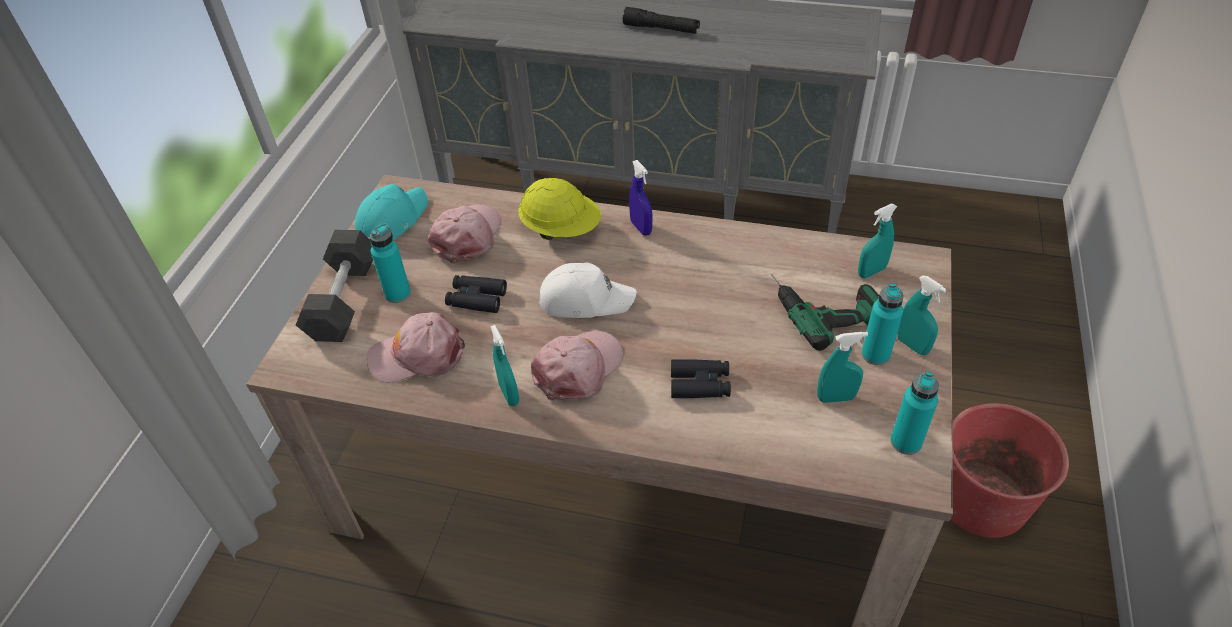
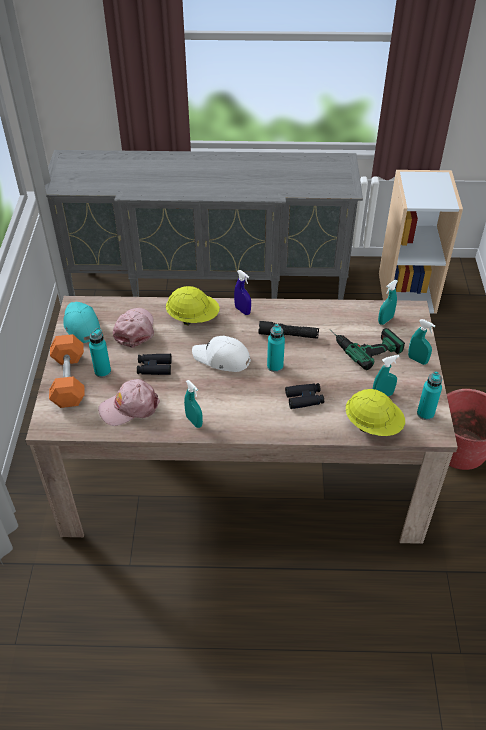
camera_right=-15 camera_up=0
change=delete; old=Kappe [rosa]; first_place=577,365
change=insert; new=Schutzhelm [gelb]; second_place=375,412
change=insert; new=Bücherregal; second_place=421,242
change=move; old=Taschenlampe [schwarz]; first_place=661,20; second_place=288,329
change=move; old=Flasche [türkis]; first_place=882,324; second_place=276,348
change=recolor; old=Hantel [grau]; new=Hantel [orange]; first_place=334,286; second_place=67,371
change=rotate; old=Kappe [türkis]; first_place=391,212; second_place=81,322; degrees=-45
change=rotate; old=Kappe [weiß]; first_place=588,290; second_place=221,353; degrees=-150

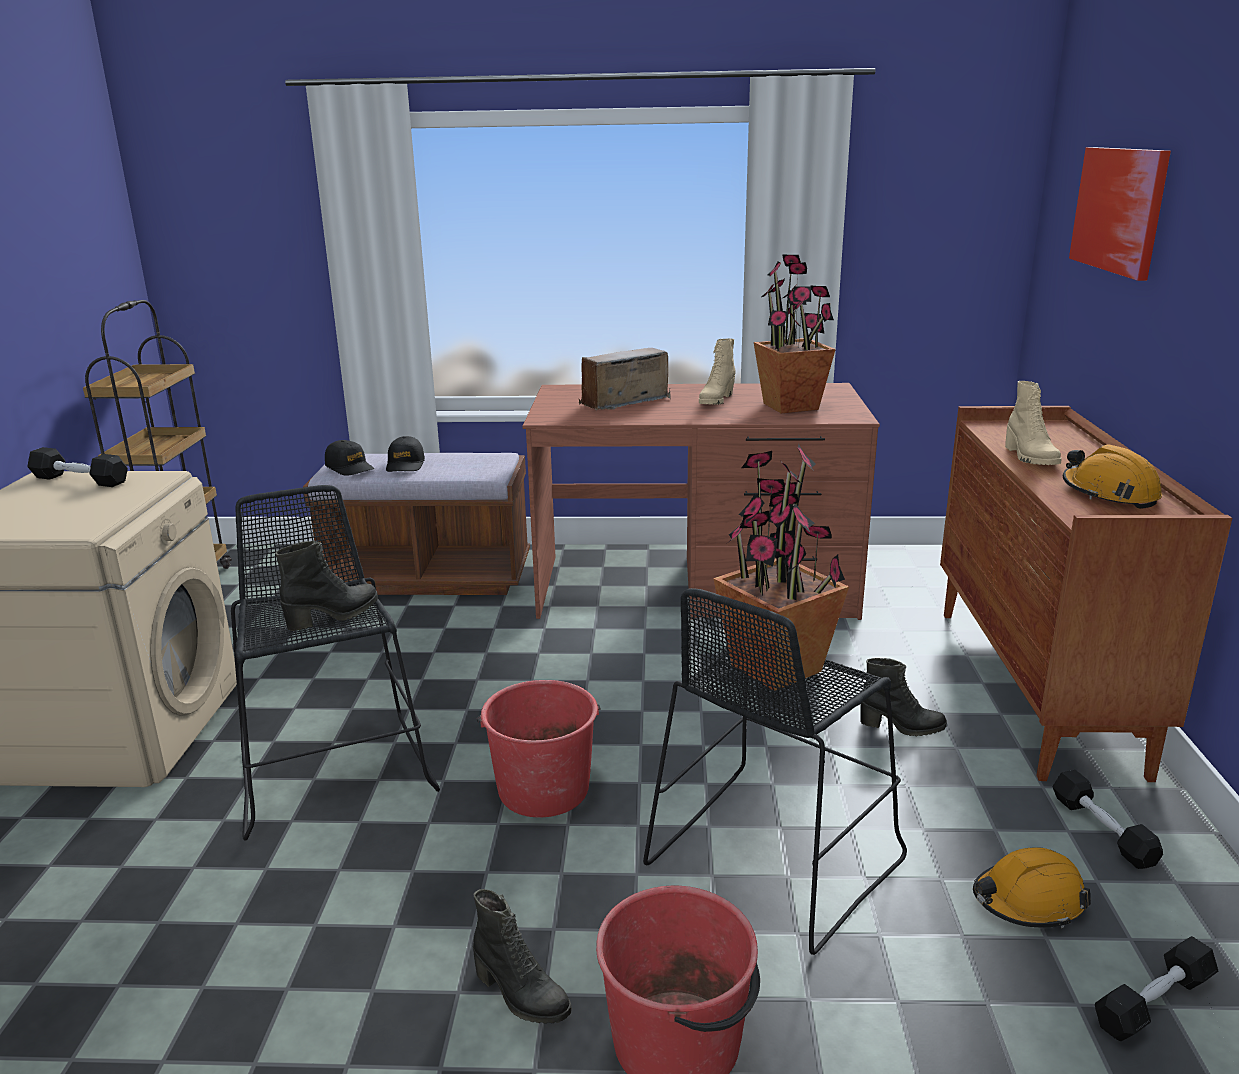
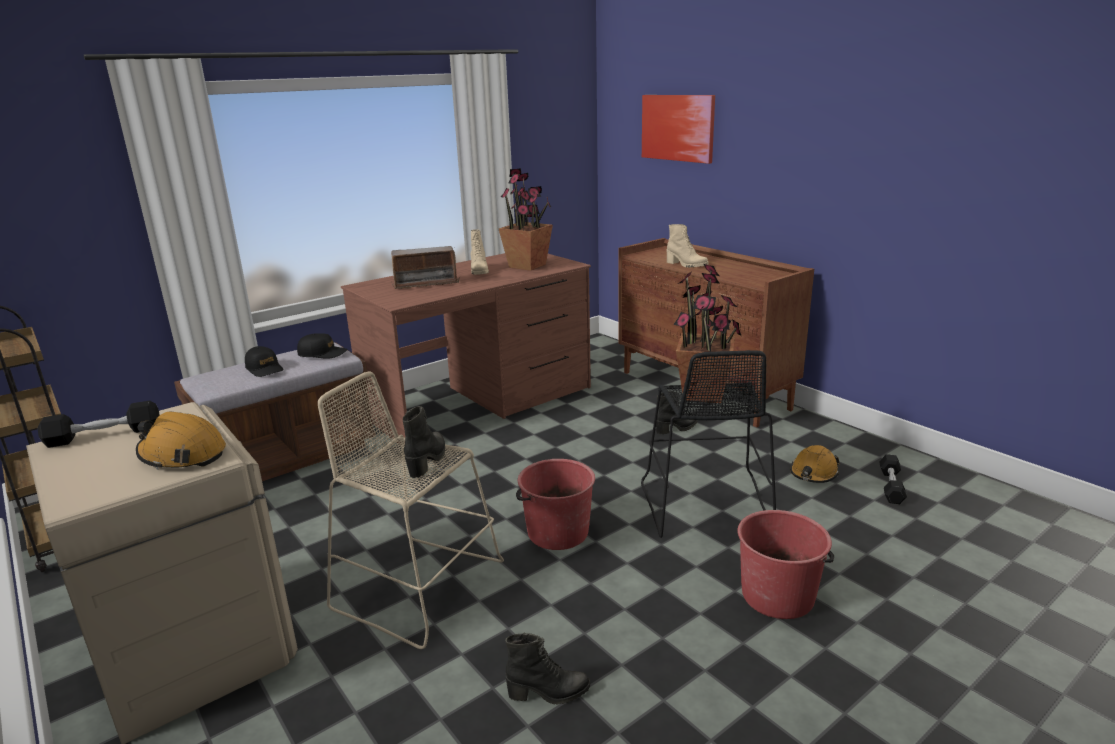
camera_right=-40 camera_up=0
change=delete; old=Hantel [schwarz]; first_place=1107,819
change=move; old=Kappe [schwarz]; first_place=349,458; second_place=322,346
change=move; old=Stiefel [schwarz]; first_place=522,956; second_place=547,669
change=move; old=Schutzhelm [orange]; first_place=1112,476; second_place=181,441
change=recolor; old=Hocker [schwarz]; new=Hocker [beige]; first_place=335,663; second_place=411,510
change=rotate; old=Radio; first_place=624,379; second_place=425,267; degrees=-120

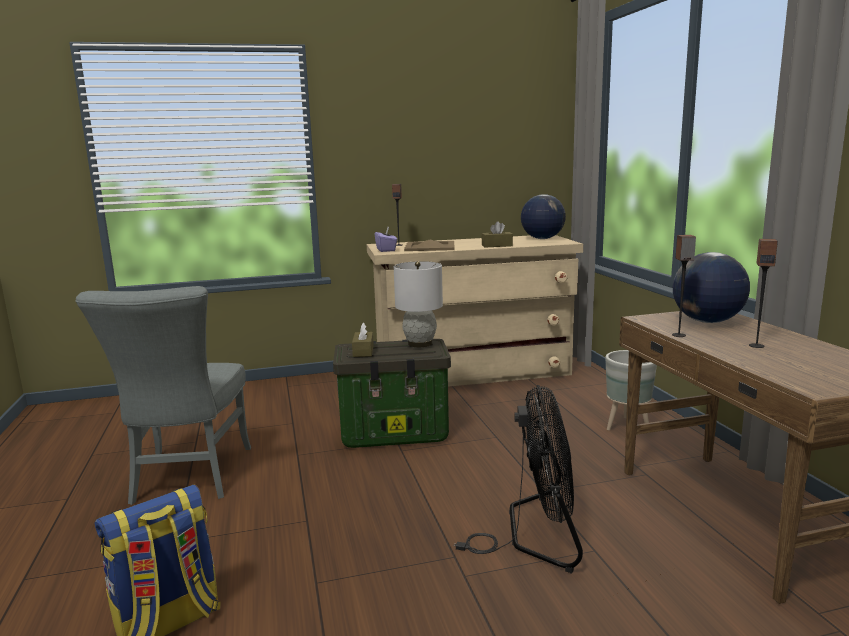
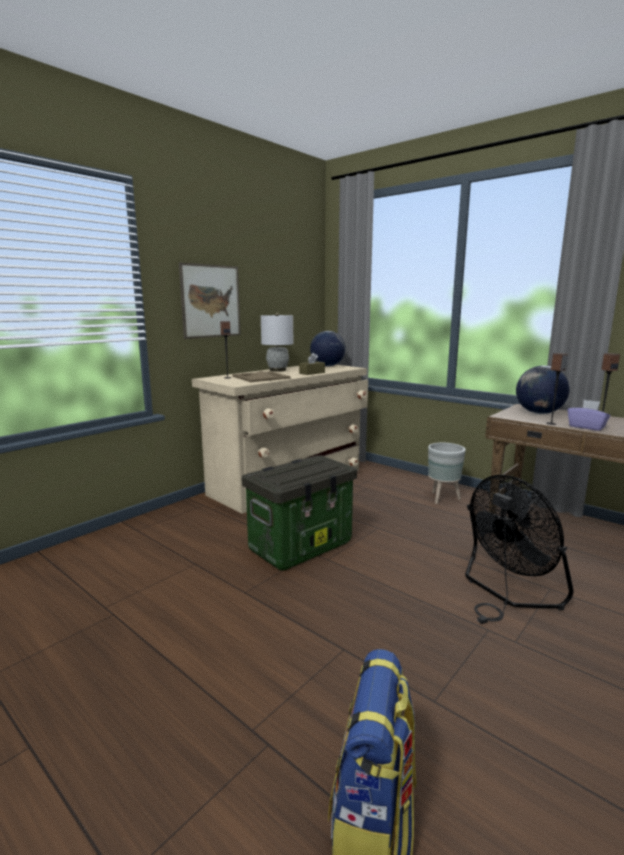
camera_right=-35 camera_up=0
change=delete; old=Stuhl [grau]; first_place=163,395
change=delete; old=Taschentuchbox [braun]; first_place=363,339
change=insert; new=Bild; second_place=210,300
change=move; old=Taschentuchbox [lila]; first_place=385,239; second_place=588,415
change=move; old=Tischlampe [weiß]; first_place=418,304; second_place=277,342

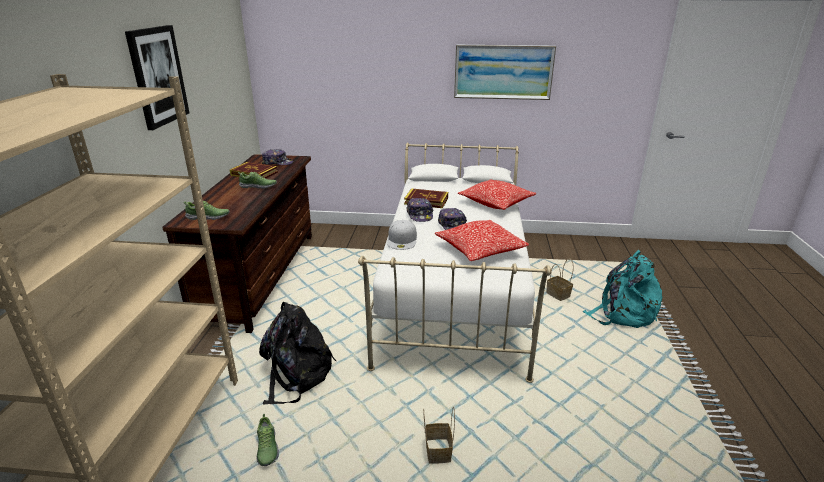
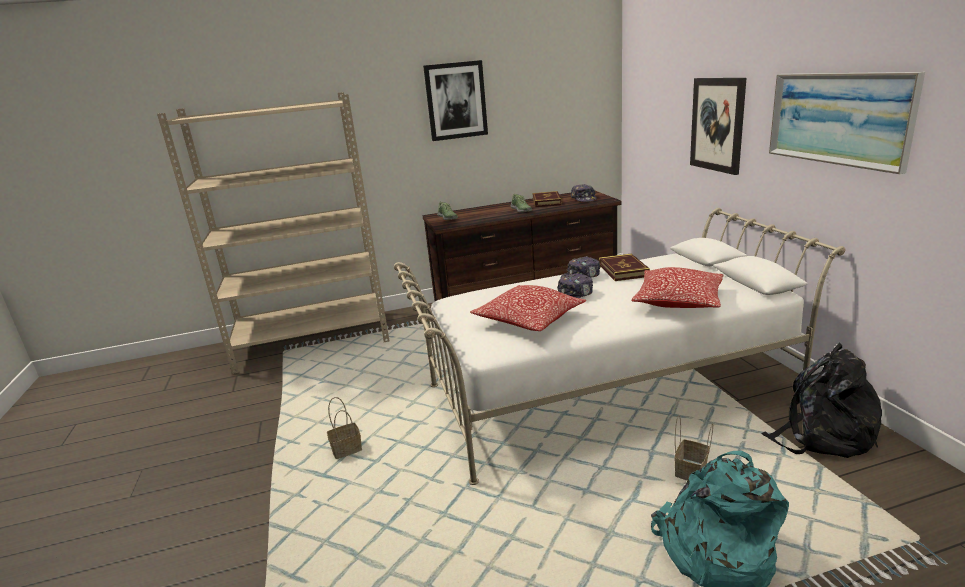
camera_right=70 camera_up=-5
change=delete; old=Schuh; first_place=268,440
change=delete; old=Kappe [weiß]; first_place=402,235
change=insert; new=Bild; second_place=718,126
change=move; old=Rucksack [schwarz]; first_place=297,353; second_place=821,400

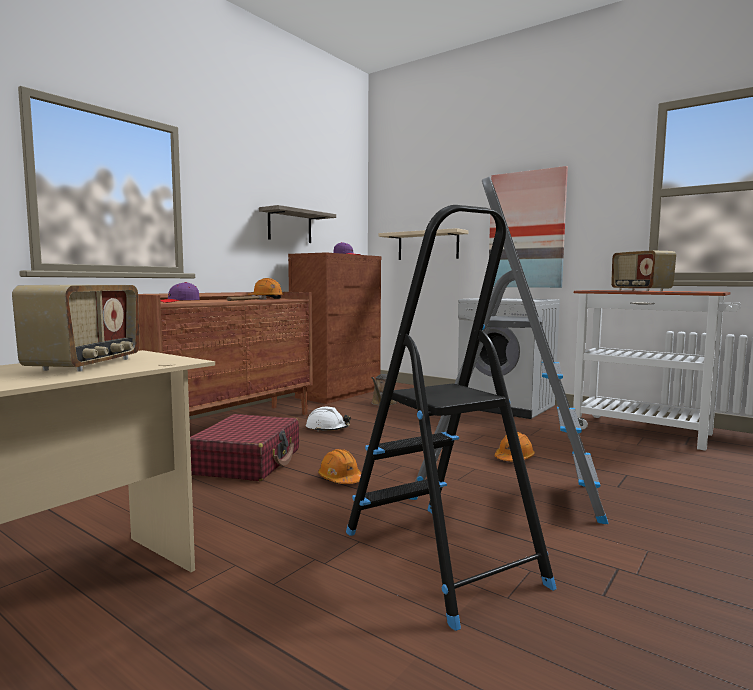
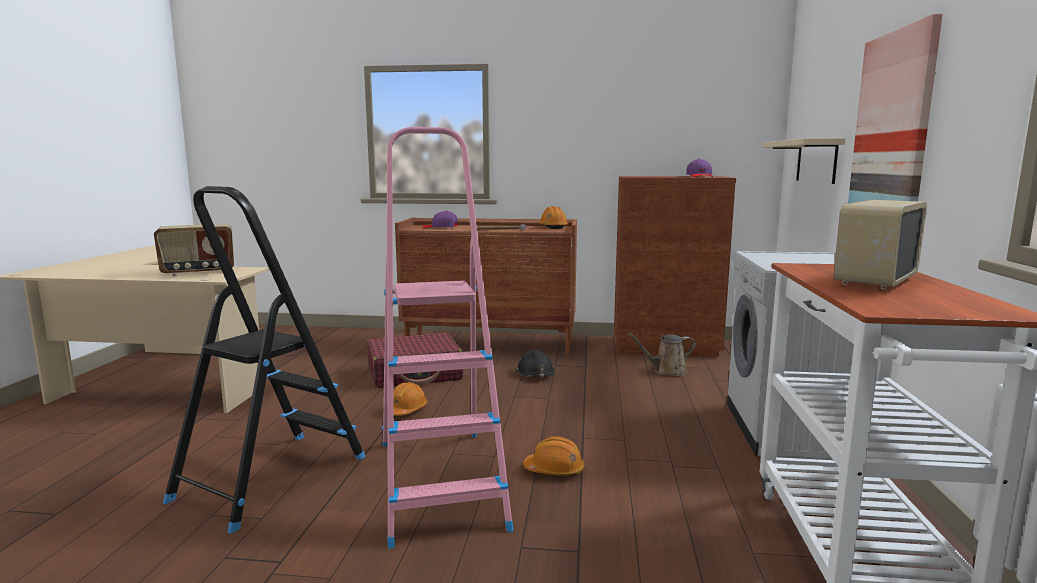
camera_right=60 camera_up=5
change=delete; old=Wandregal; first_place=297,224
change=recolor; old=Schutzhelm [weiß]; new=Schutzhelm [schwarz]; first_place=328,419; second_place=535,363
change=recolor; old=Trittleiter [grau]; new=Trittleiter [rosa]; first_place=509,350; second_place=447,338

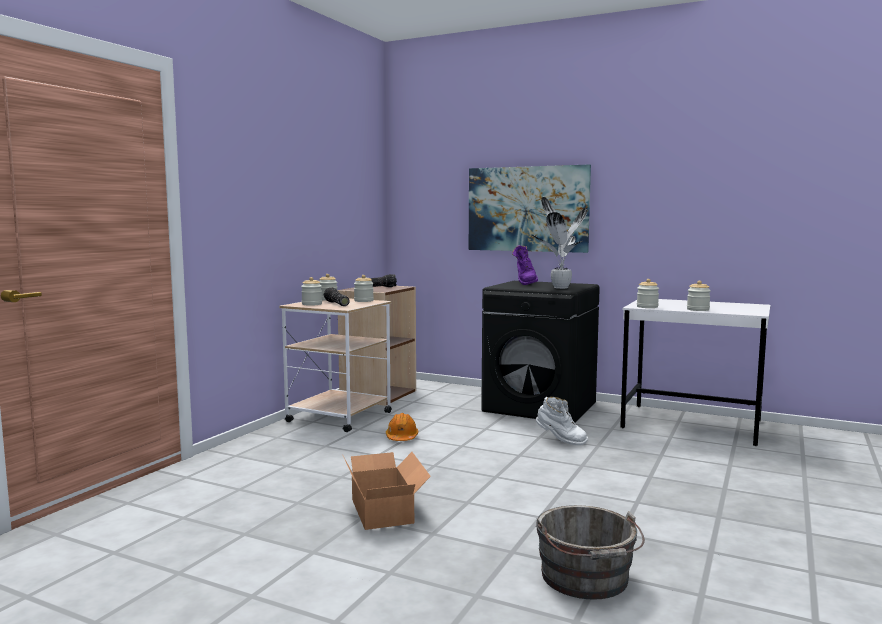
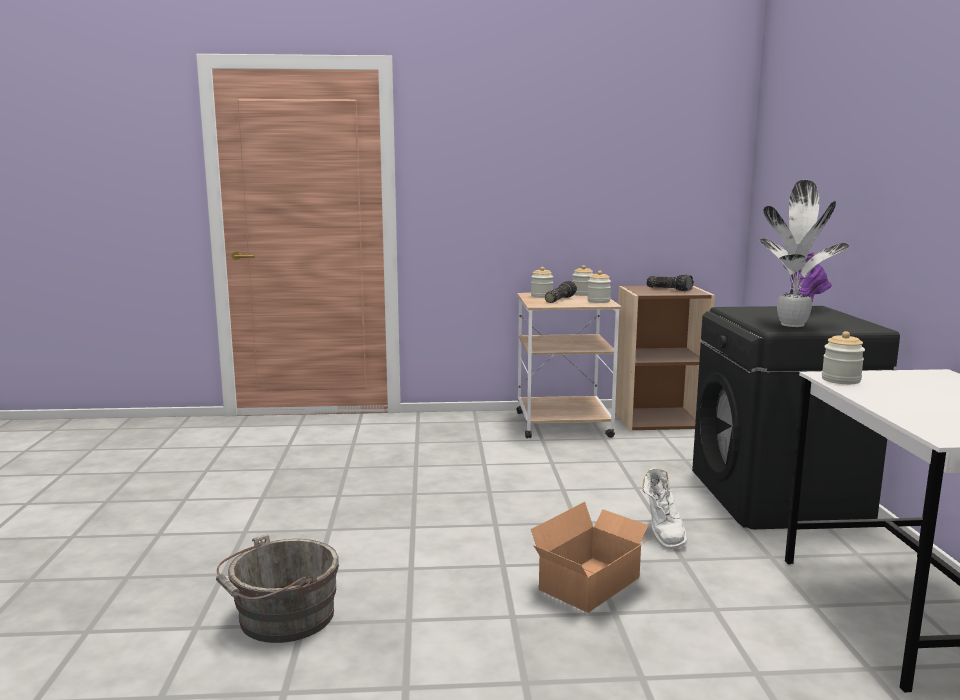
camera_right=60 camera_up=5
change=delete; old=Schutzhelm [orange]; first_place=402,427
change=delete; old=Bild; first_place=530,208
change=delete; old=Vorratsglas; first_place=699,296
change=move; old=Karton; first_place=386,491; second_place=595,557

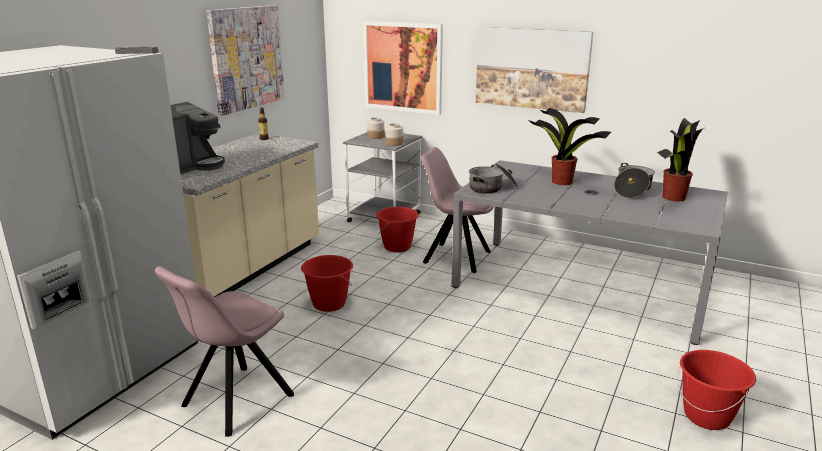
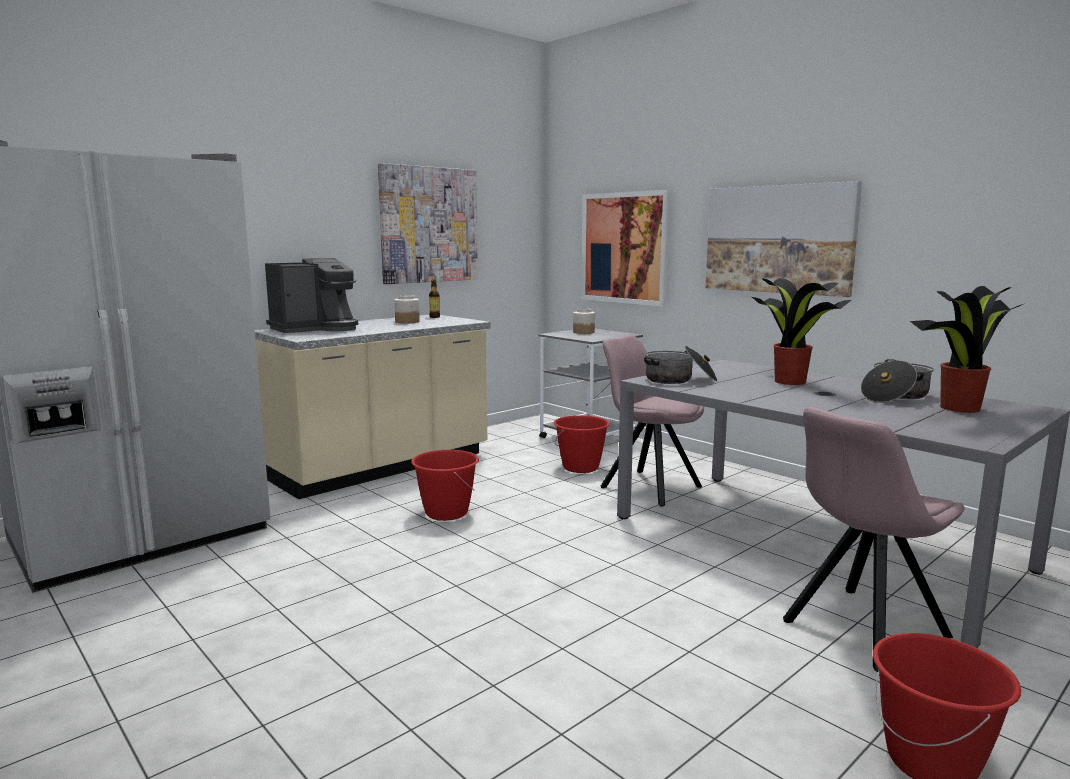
camera_right=20 camera_up=-10
change=move; old=Stuhl [rosa]; first_place=224,351; second_place=874,539
change=move; old=Vorratsglas; first_place=394,134; second_place=407,309

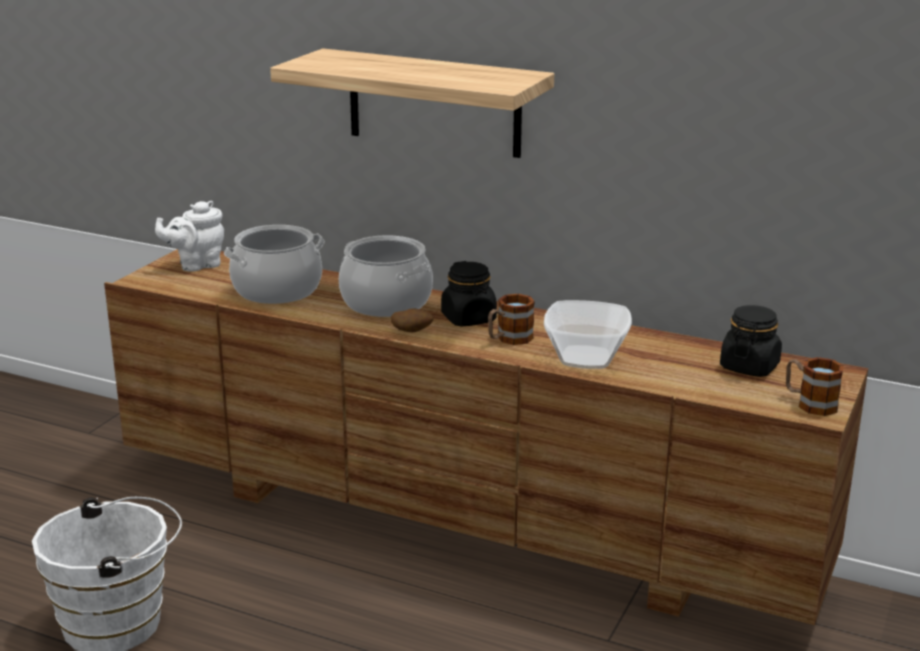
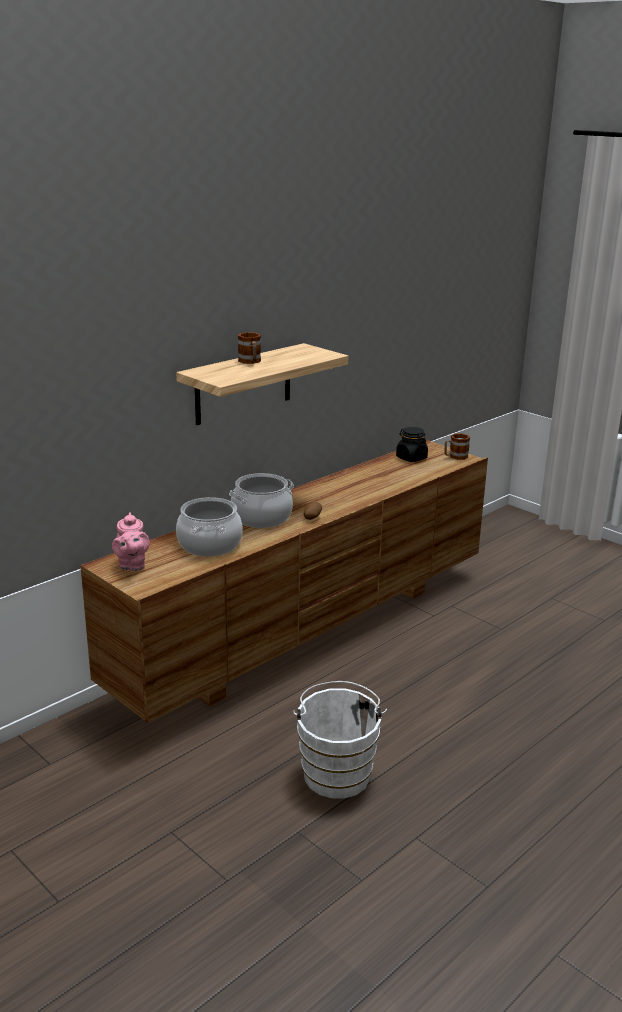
camera_right=-70 camera_up=0
change=delete; old=Vorratsglas [schwarz]; first_place=469,293
change=delete; old=Schüssel; first_place=588,334
change=move; old=Henkelbecher; first_place=511,319; second_place=249,348
change=recolor; old=Teekanne [weiß]; new=Teekanne [rosa]; first_place=189,236; second_place=130,541

